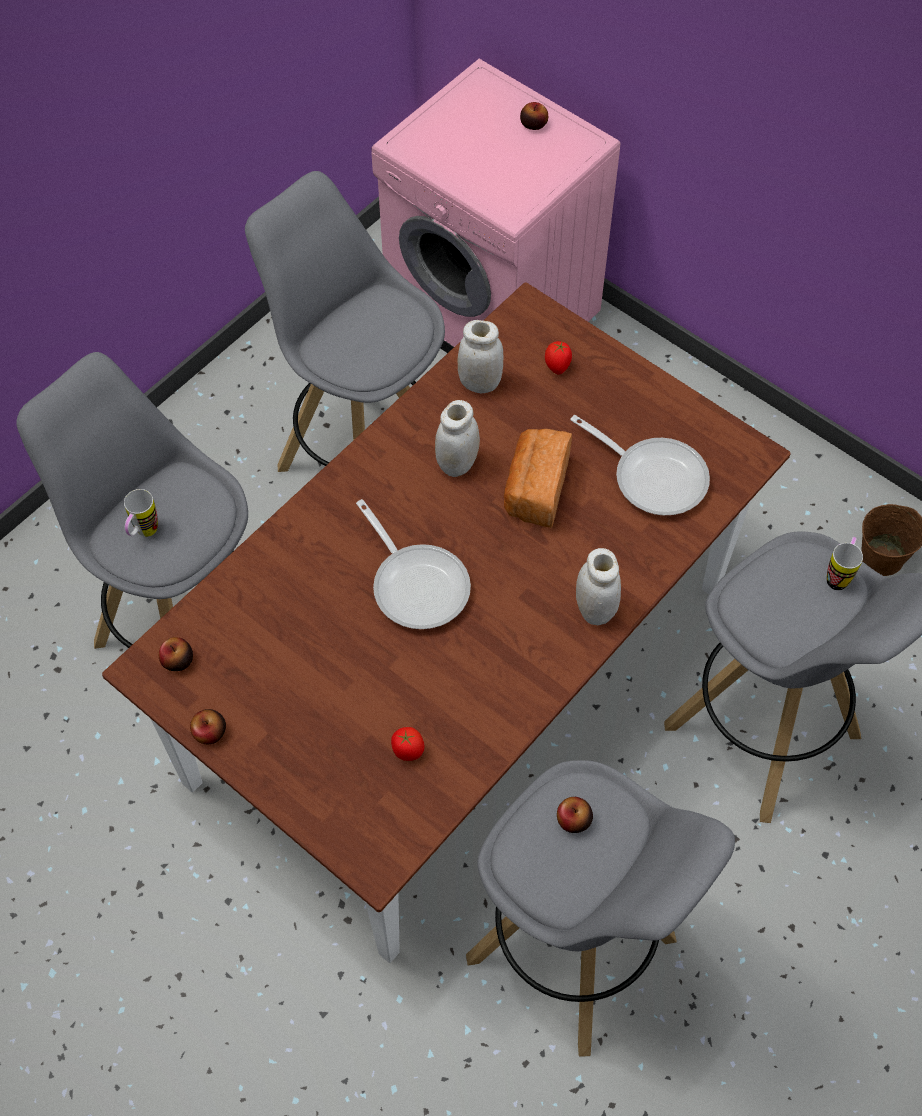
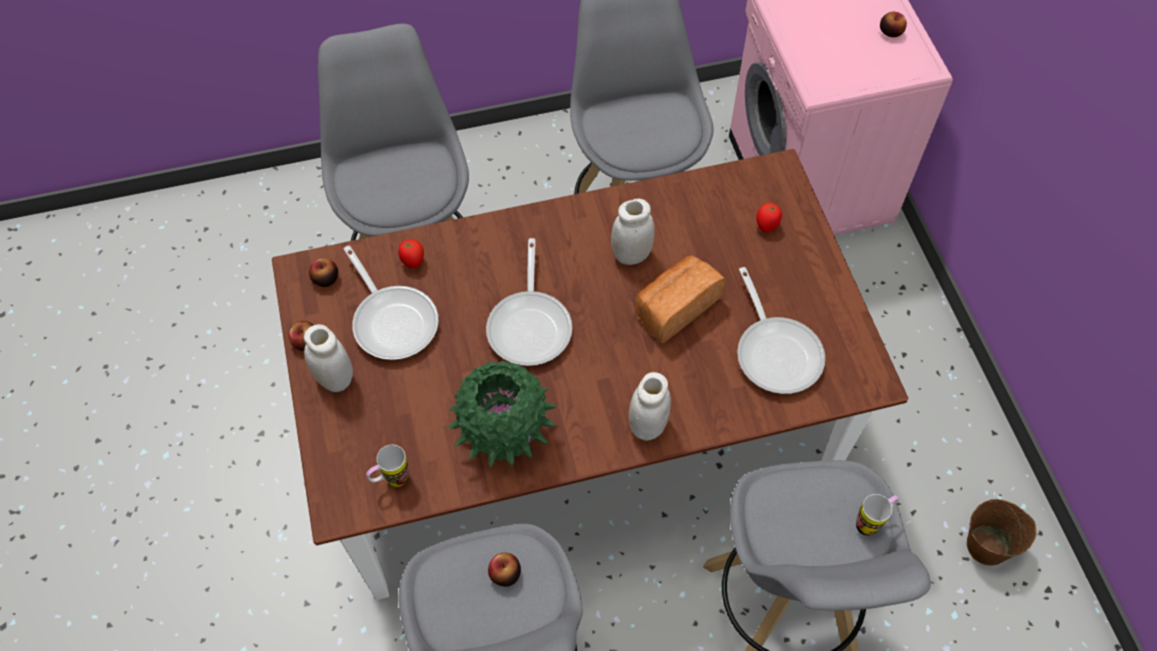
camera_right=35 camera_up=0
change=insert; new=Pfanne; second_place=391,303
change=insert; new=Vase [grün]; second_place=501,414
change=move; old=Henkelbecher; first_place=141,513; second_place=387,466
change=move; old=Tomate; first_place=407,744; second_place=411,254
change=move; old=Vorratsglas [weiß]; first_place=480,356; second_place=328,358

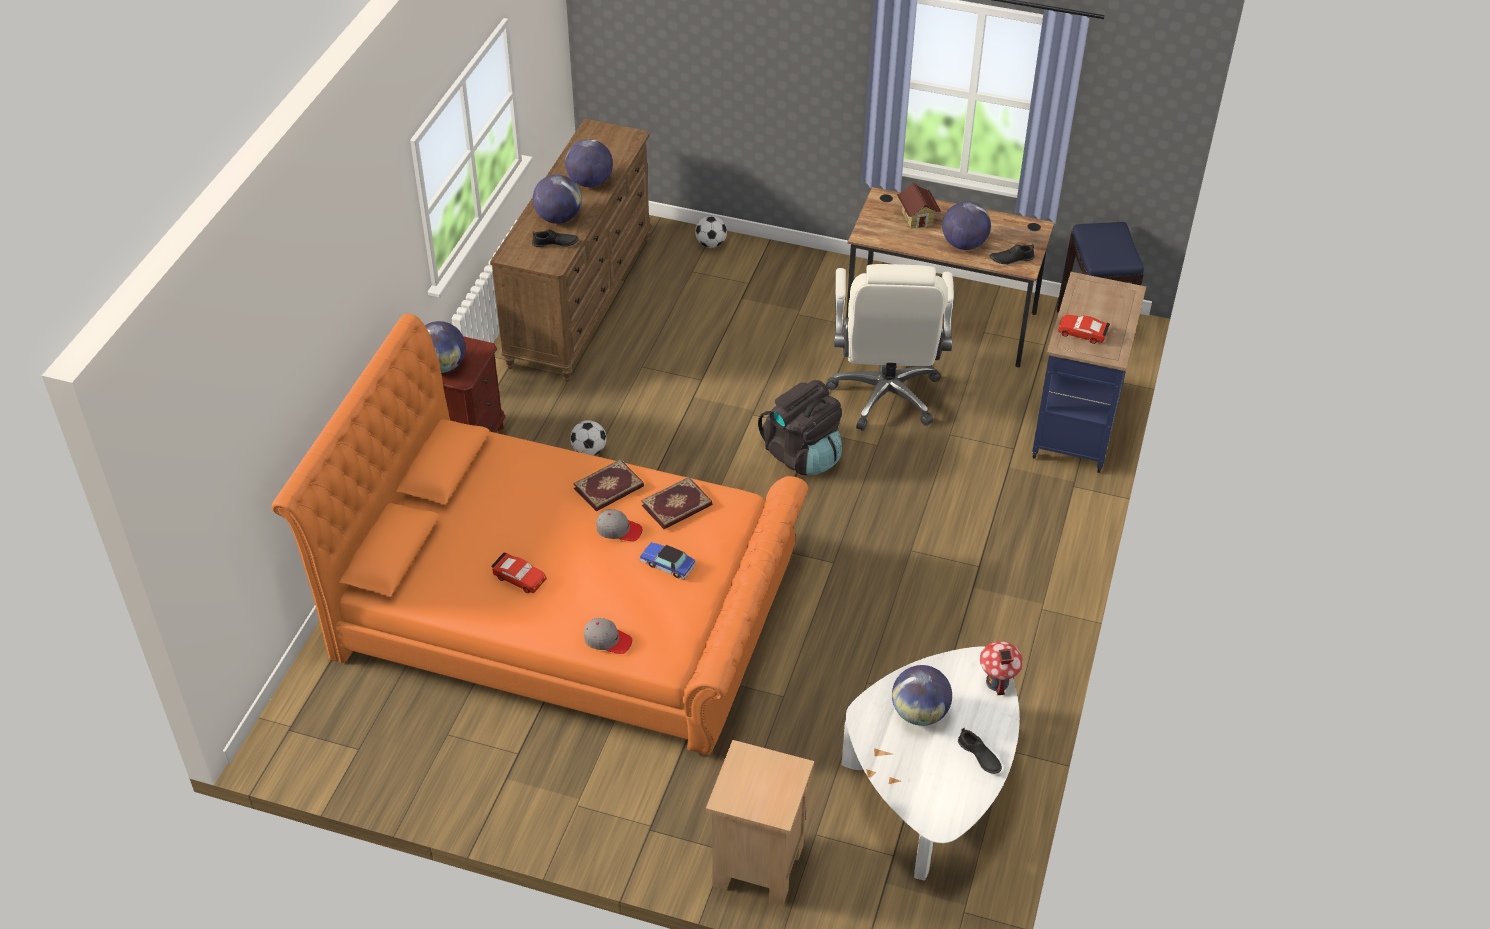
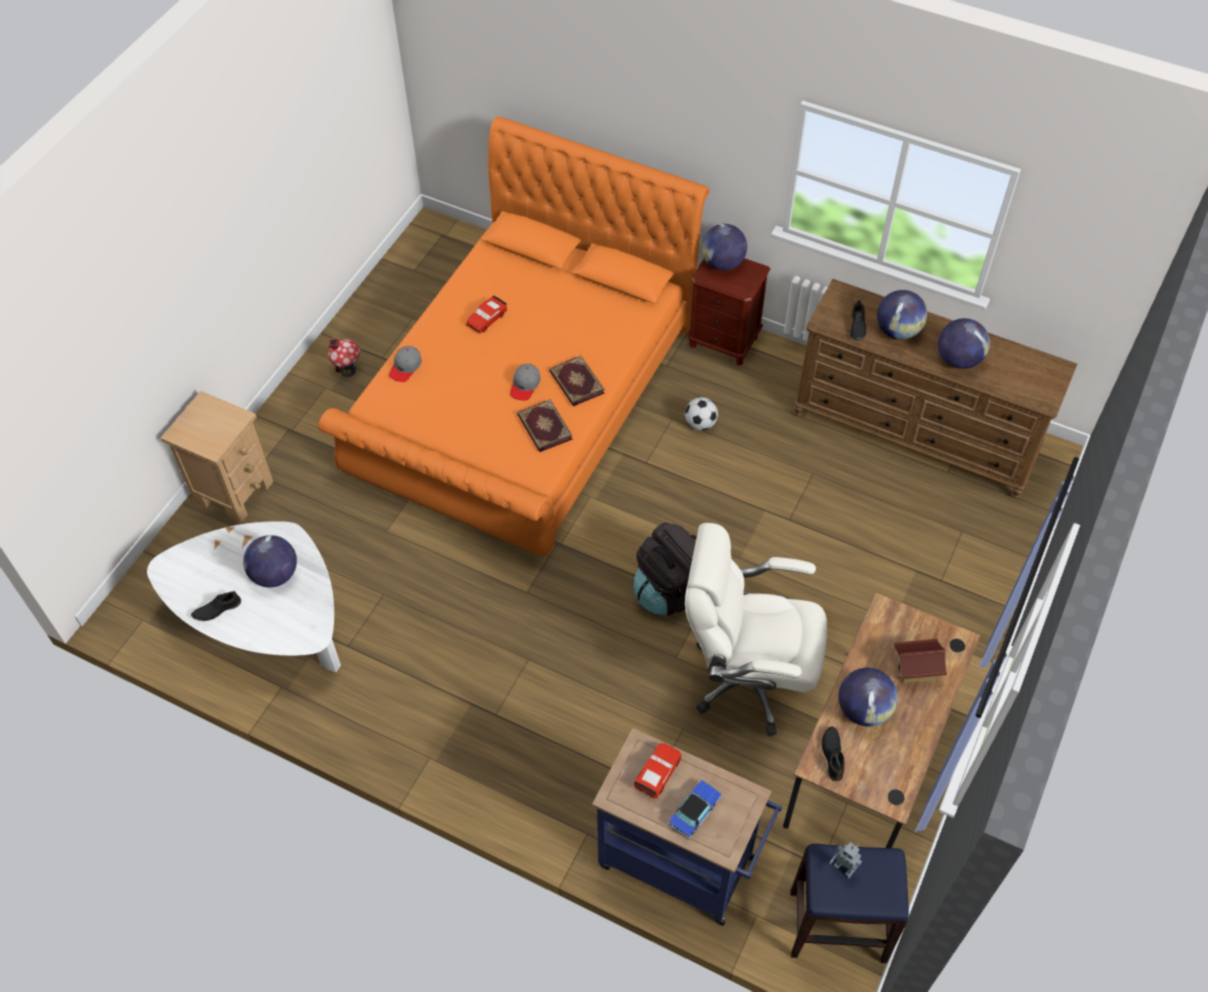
camera_right=100 camera_up=10
change=delete; old=Fußball; first_place=711,232
change=insert; new=Spielzeugroboter; second_place=845,860
change=move; old=Spielzeugauto; first_place=667,561; second_place=695,810
change=move; old=Spielzeughaus; first_place=1001,668; second_place=344,357

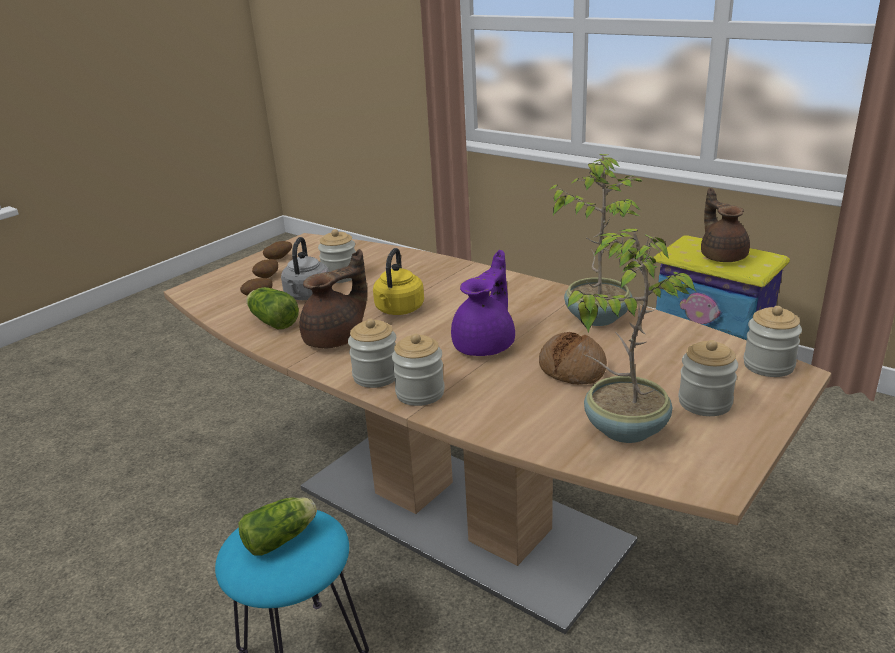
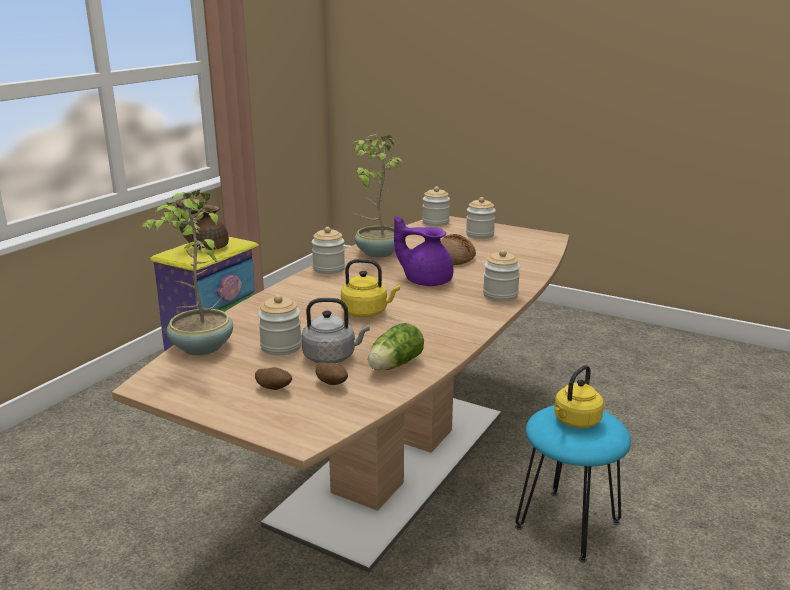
camera_right=-100 camera_up=-5
change=delete; old=Kartoffel; first_place=277,250
change=delete; old=Teekanne [braun]; first_place=333,298
change=move; old=Vorratsglas; first_place=372,353; second_place=328,250
change=move; old=Topfpflanze; first_place=631,335; second_place=186,272
change=replace; old=Salatkopf; new=Wasserkessel [gelb]; first_place=277,526; second_place=579,396

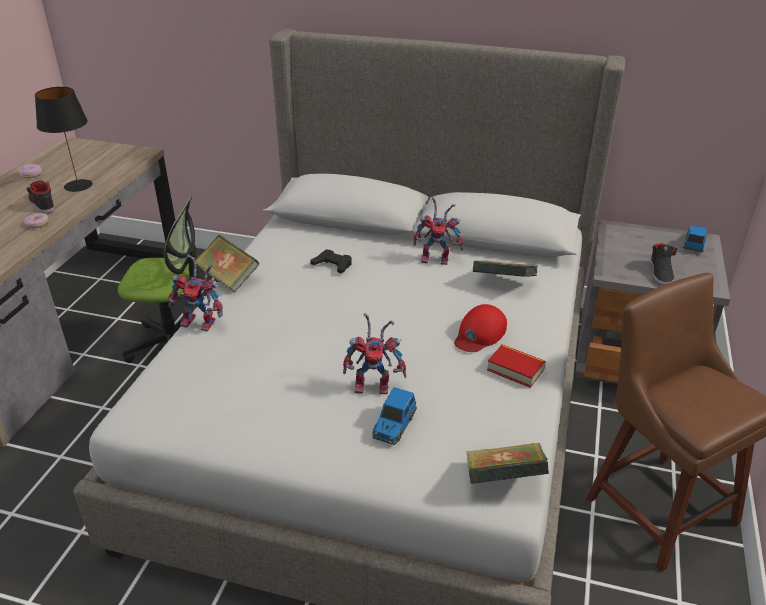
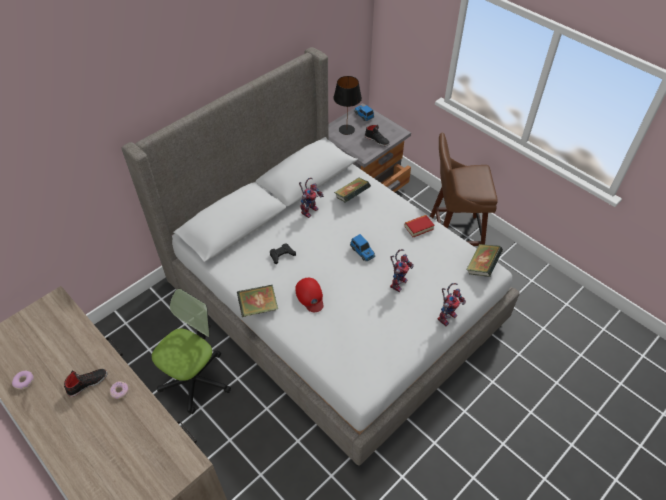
camera_right=-60 camera_up=15
change=move; old=Tischlampe [schwarz]; first_place=64,139; second_place=347,105
change=move; old=Spielzeugroboter; first_place=195,292; second_place=452,304
change=move; old=Spielzeugauto; first_place=394,416; second_place=362,248
change=move; old=Kappe [rot]; first_place=480,328; second_place=309,295
change=rotate; old=Schuh [schwarz]; first_place=40,197; second_place=86,383; degrees=150

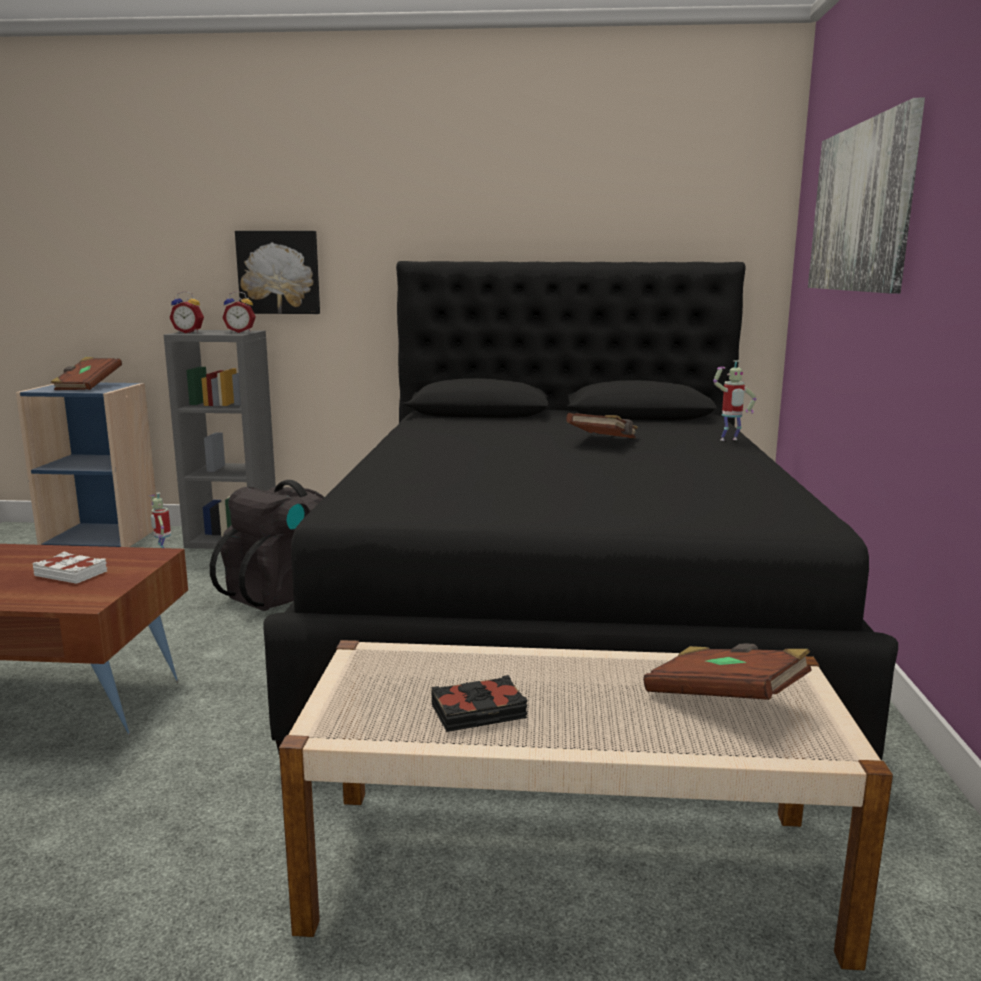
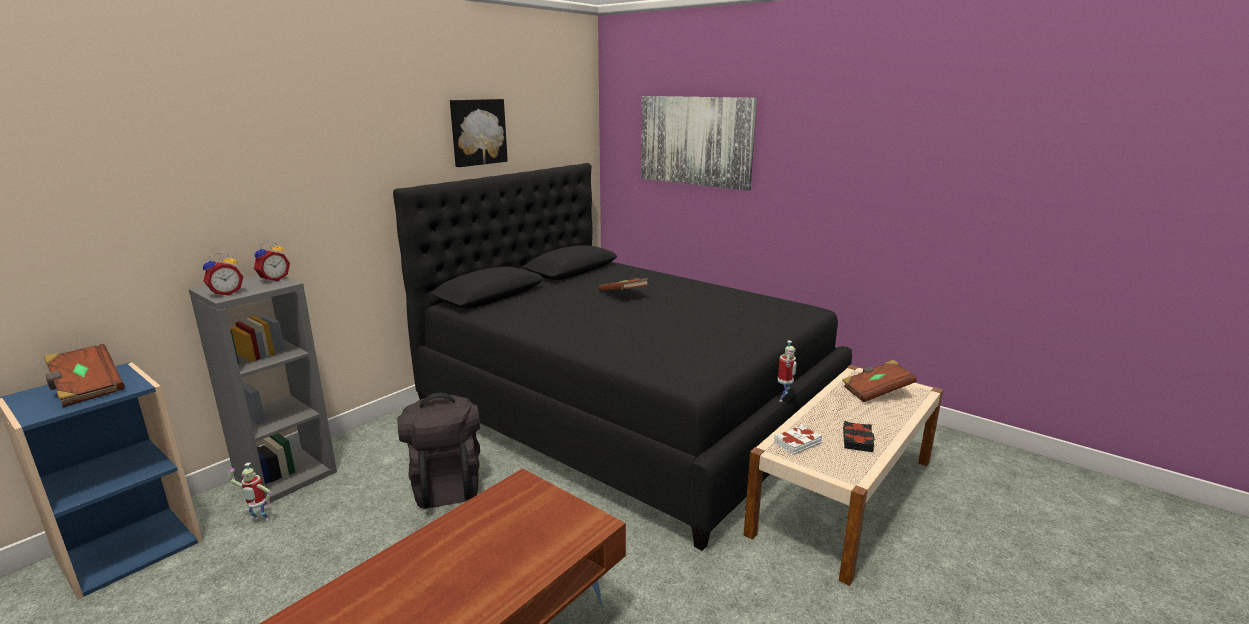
camera_right=-55 camera_up=5
change=move; old=Buch [weiß]; first_place=69,568; second_place=798,440
change=move; old=Bild; first_place=277,272; second_place=479,133
change=move; old=Spielzeugroboter; first_place=735,401; second_place=787,371

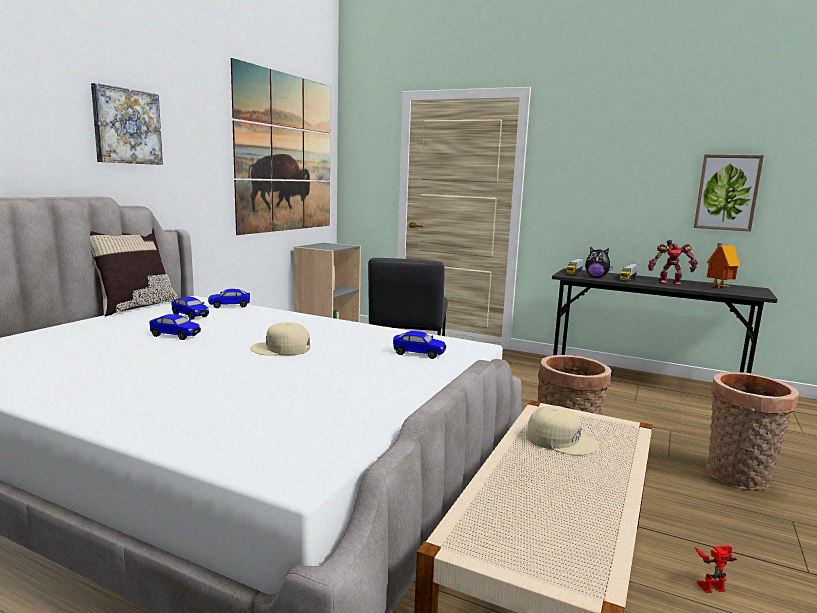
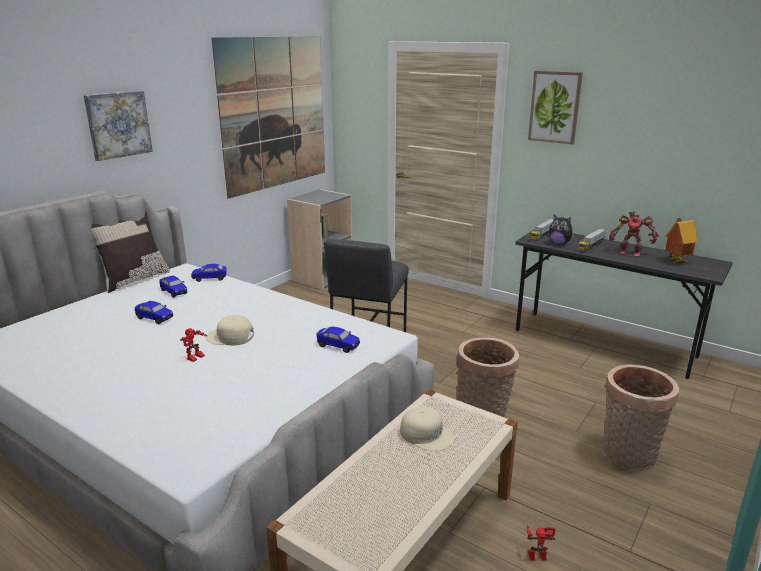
camera_right=10 camera_up=10
change=insert; new=Spielzeugroboter; second_place=193,345
change=move; old=Bild; first_place=729,193; second_place=555,107

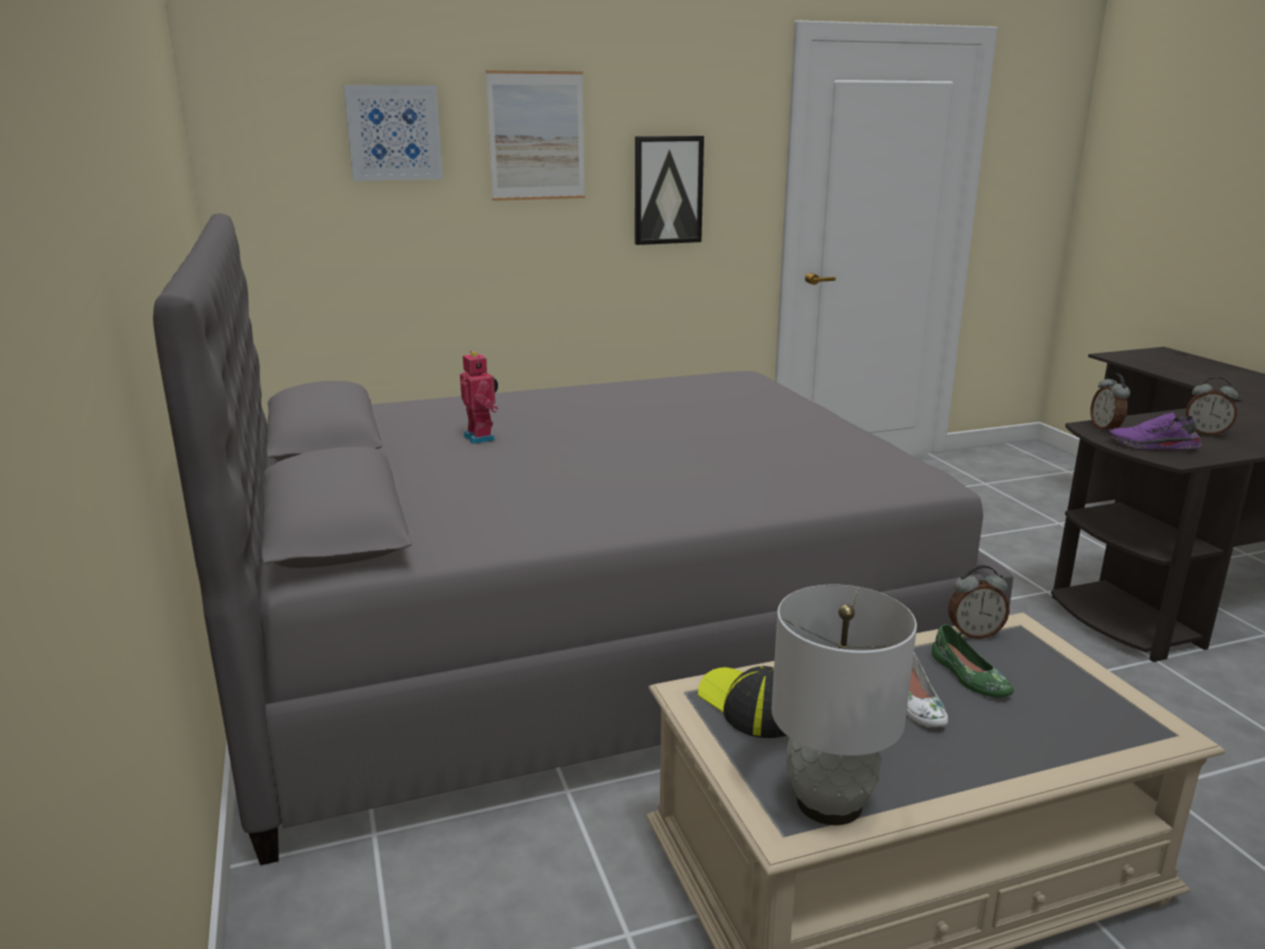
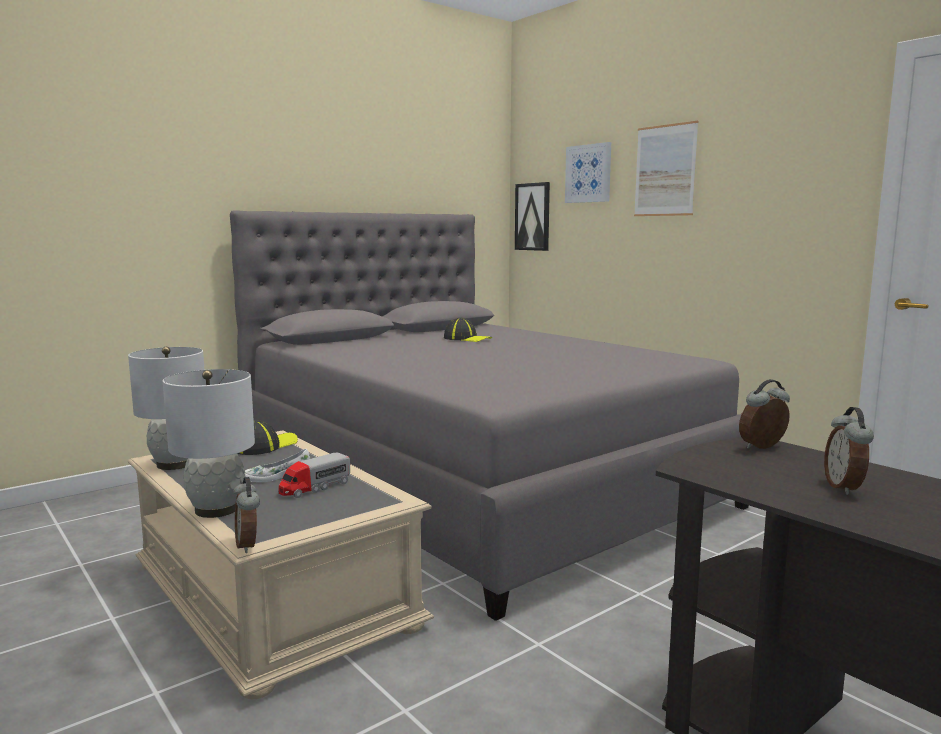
camera_right=70 camera_up=-10
change=delete; old=Schuh [lila]; first_place=1155,430
change=insert; new=Tischlampe [weiß]; second_place=209,443
change=move; old=Bild; first_place=669,190; second_place=532,216
change=move; old=Wecker; first_place=979,602; second_place=246,515
change=replace; old=Spielzeugroboter; new=Kappe; first_place=479,397; second_place=468,330
change=replace; old=Schuh [grün]; new=Spielzeuglaster; first_place=973,661; second_place=314,475

